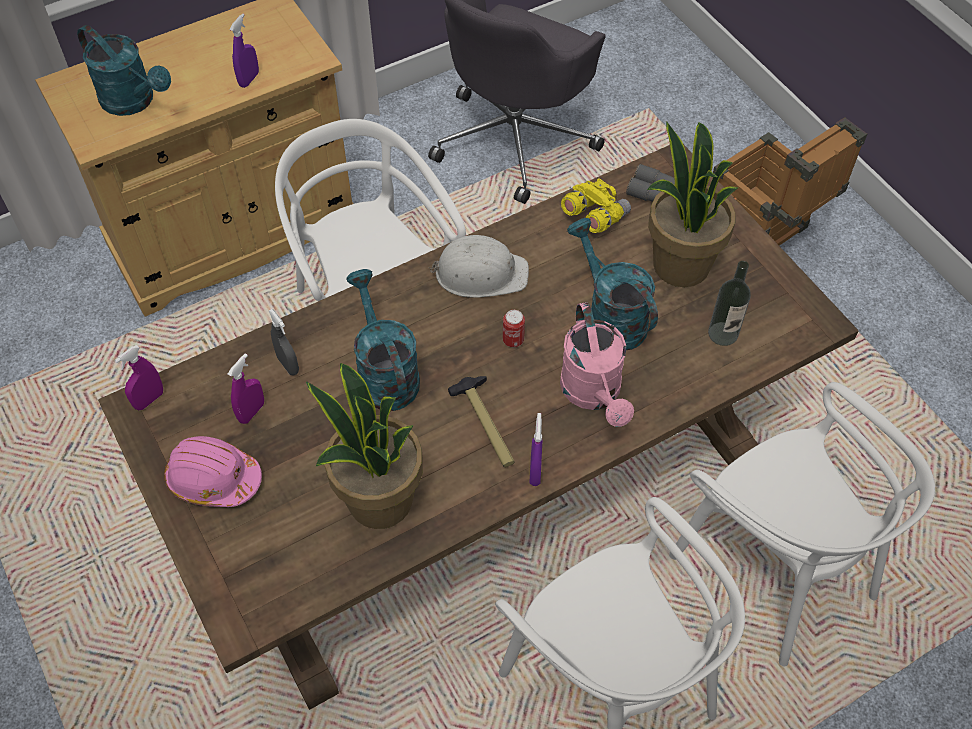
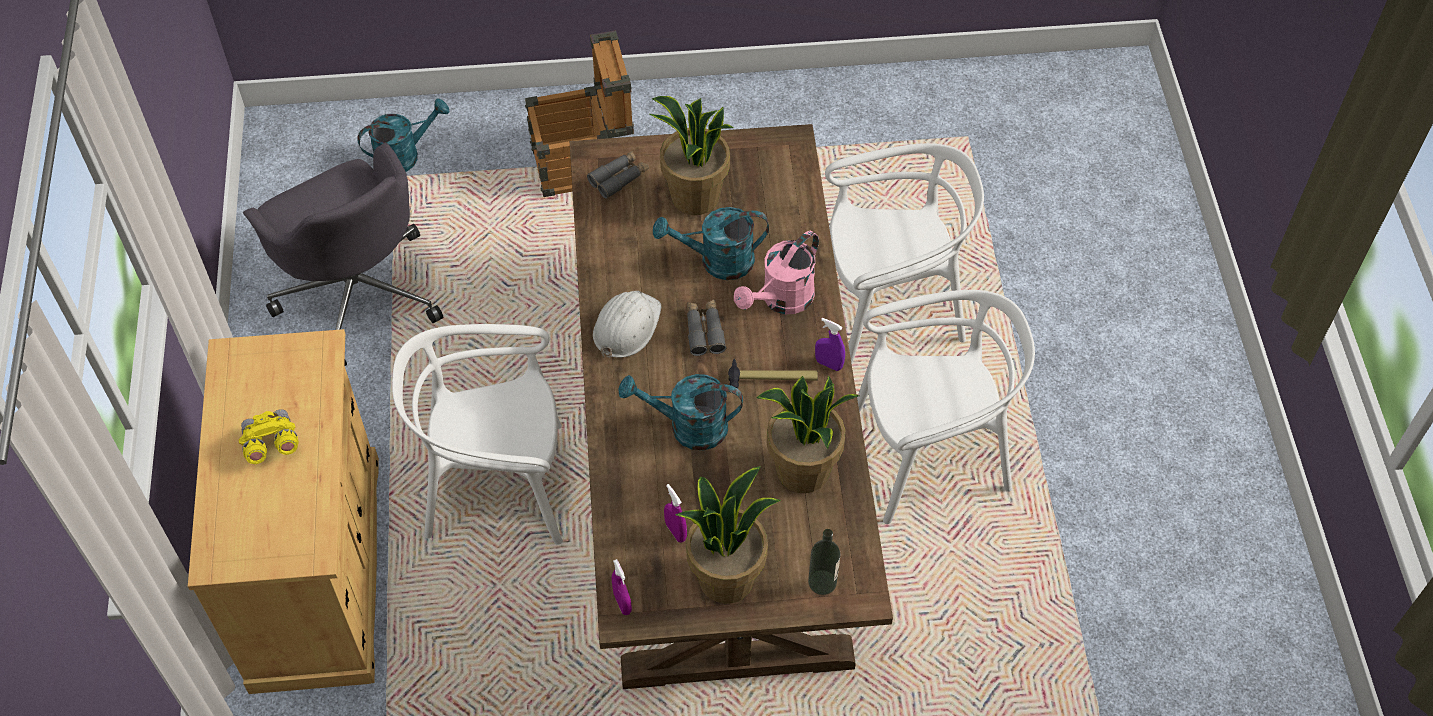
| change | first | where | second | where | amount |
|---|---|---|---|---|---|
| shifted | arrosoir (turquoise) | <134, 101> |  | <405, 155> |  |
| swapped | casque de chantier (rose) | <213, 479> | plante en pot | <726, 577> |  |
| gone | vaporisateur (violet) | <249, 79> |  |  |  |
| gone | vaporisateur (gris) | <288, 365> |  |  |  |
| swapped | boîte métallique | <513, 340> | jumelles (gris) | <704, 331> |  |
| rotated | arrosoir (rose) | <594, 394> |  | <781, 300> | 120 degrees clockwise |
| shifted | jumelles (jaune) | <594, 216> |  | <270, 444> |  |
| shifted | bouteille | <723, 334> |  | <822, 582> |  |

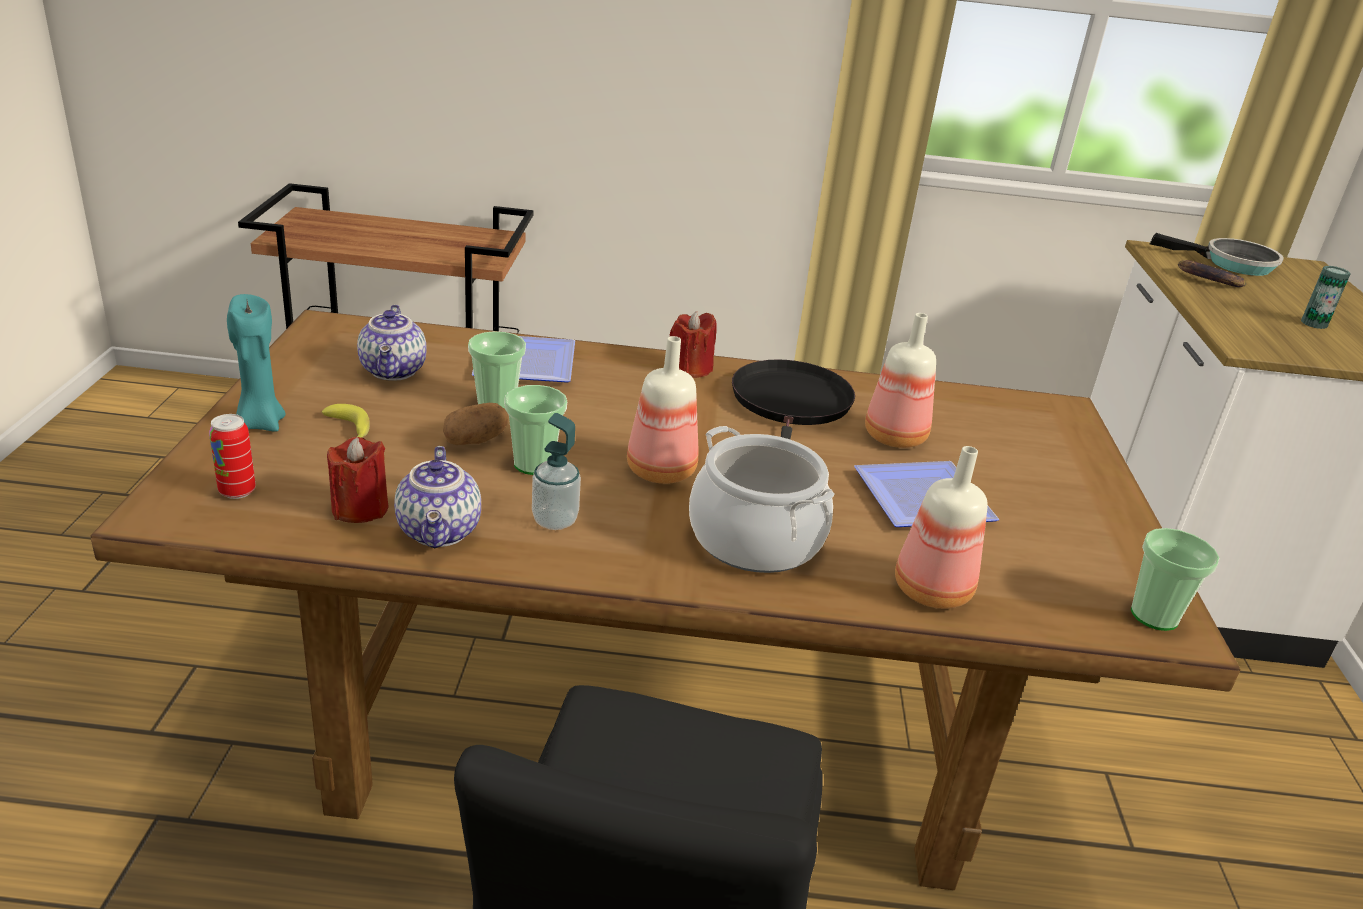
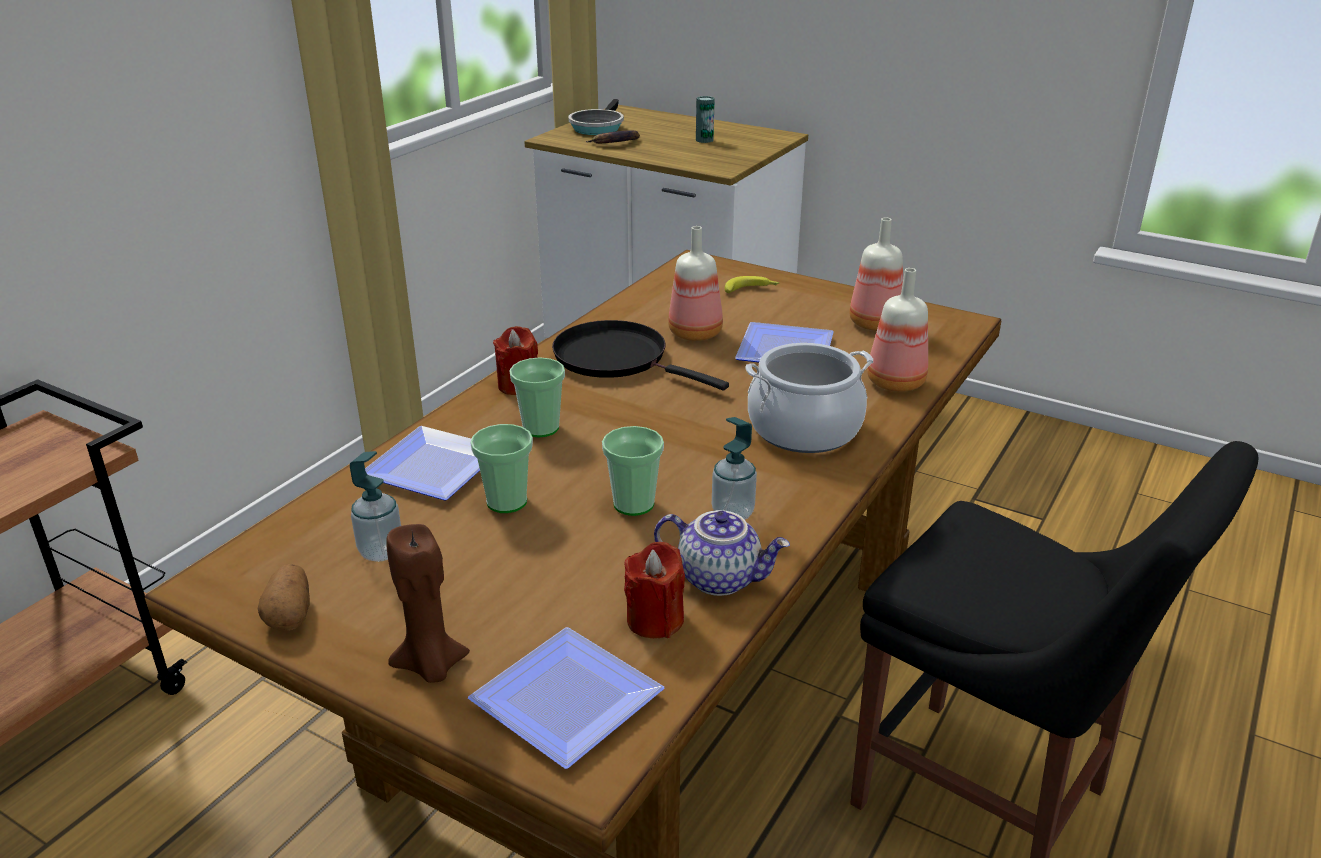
| change | first | where | second | where | amount |
|---|---|---|---|---|---|
| swapped | boîte métallique | <237, 491> | assiette | <574, 700> |  |
| repainted | bougie (turquoise) | <260, 423> | bougie (marron) | <431, 666> |  |
| shifted | banane | <350, 430> |  | <751, 290> |  |
| swapped | théière | <395, 371> | distributeur de savon | <381, 551> |  |
| shifted | pomme de terre | <475, 440> |  | <290, 614> |  |
| shifted | bouteille | <661, 472> |  | <877, 324> |  |
| shifted | tasse | <1154, 616> |  | <540, 428> |  |
| rotated | poêle | <1232, 264> |  | <597, 127> | 150 degrees clockwise |

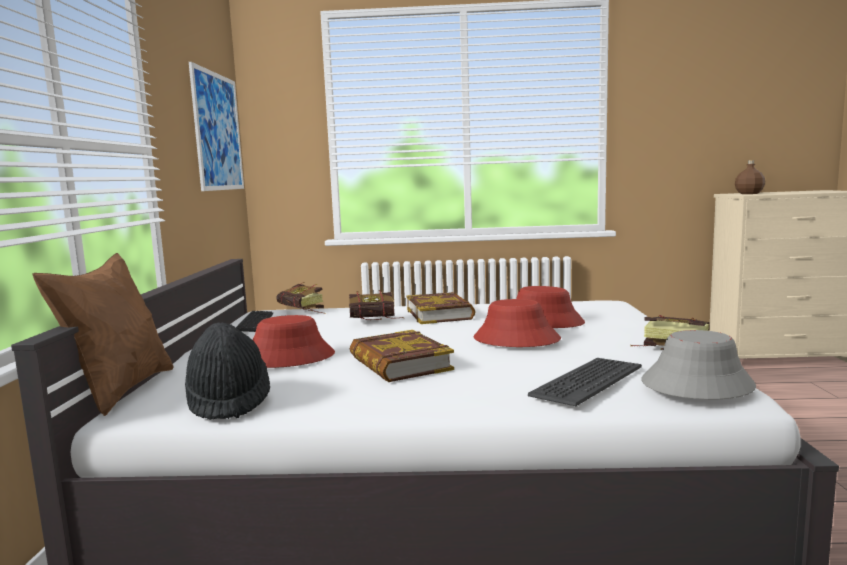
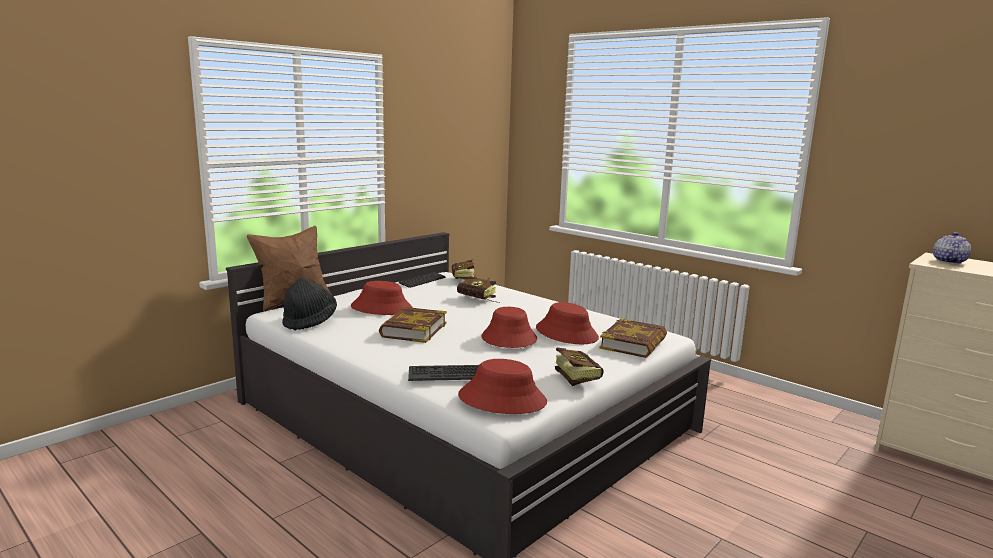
| change | first | where | second | where | amount |
|---|---|---|---|---|---|
| gone | tableau | <218, 132> |  |  |  |
| shifted | livre | <440, 314> |  | <633, 344> |  |
| repainted | chapeau (gris) | <697, 384> | chapeau (rouge) | <502, 399> |  |
| swapped | bouteille (marron) | <749, 193> | théière | <948, 261> |  |

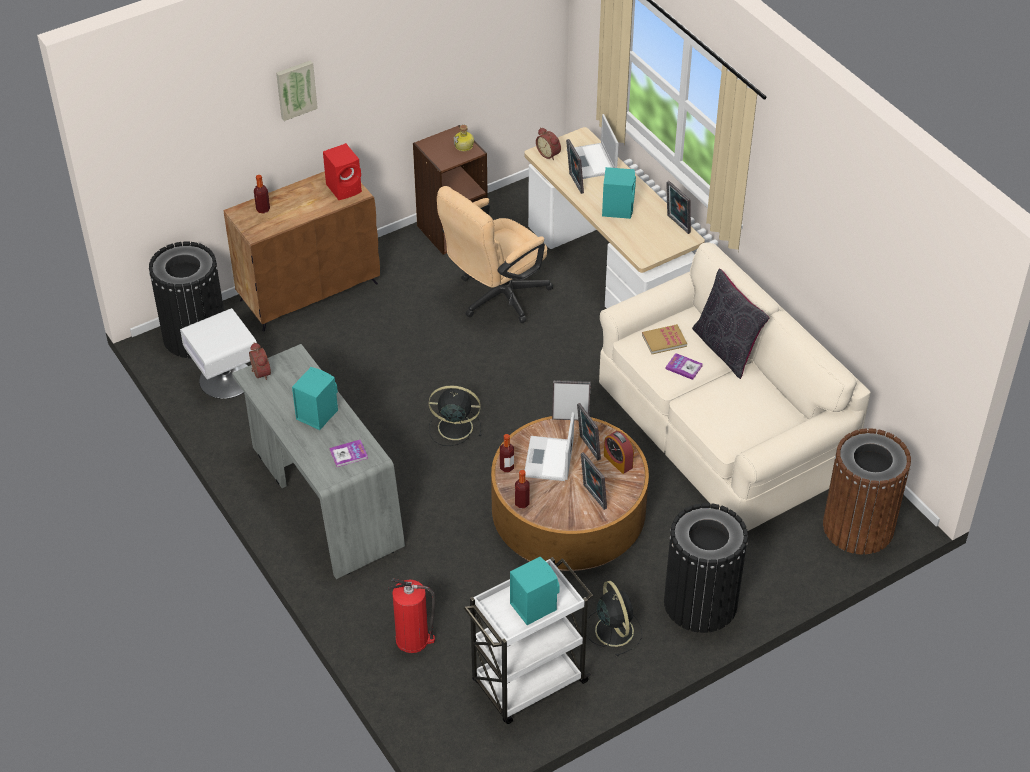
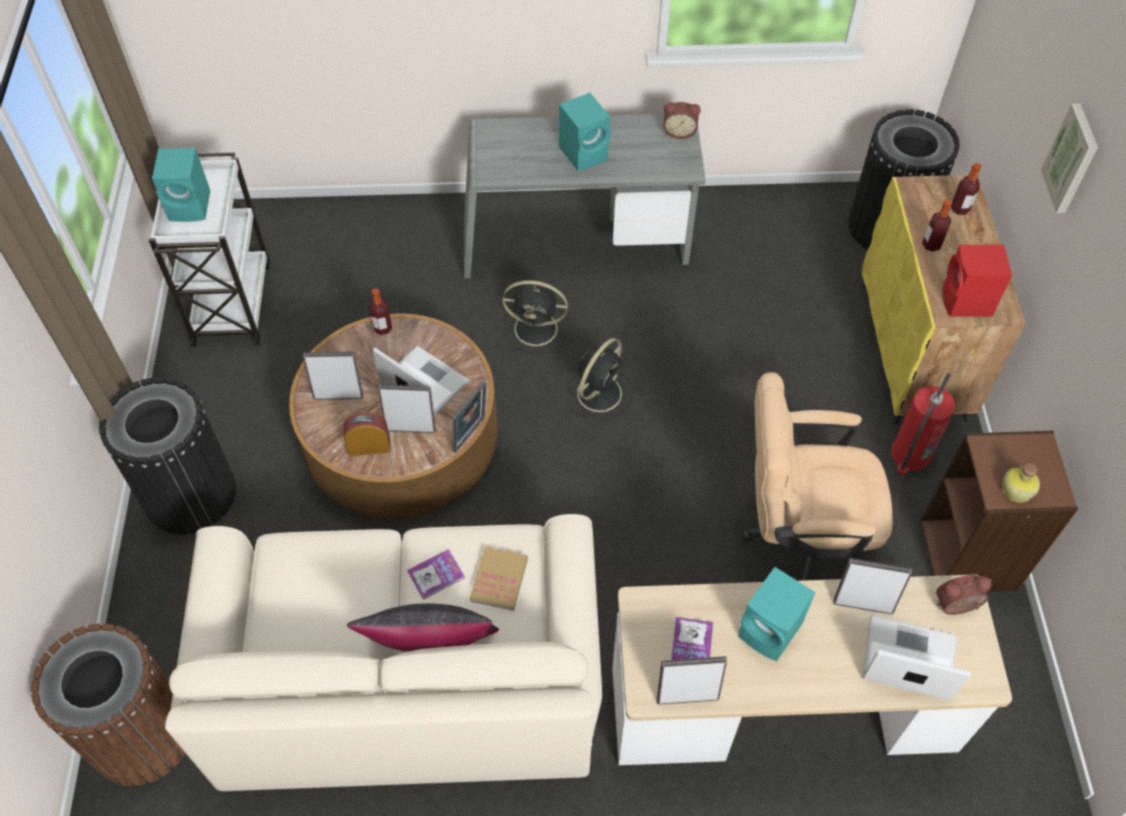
| change | first | where | second | where | amount |
|---|---|---|---|---|---|
| gone | table de chevet (blanc) | <225, 379> |  |  |  |
| repainted | meuble de rangement (marron) | <309, 291> | meuble de rangement (jaune) | <914, 351> |  |
| shifted | livre | <348, 454> |  | <691, 644> |  |
| shifted | extincteur | <413, 640> |  | <909, 455> |  |
| rotated | chaise de bureau (beige) | <496, 298> |  | <800, 539> | 75 degrees counterclockwise |
| shifted | bouteille | <506, 467> |  | <931, 245> |  |
| shifted | ventilateur (noir) | <613, 629> |  | <538, 329> |  |

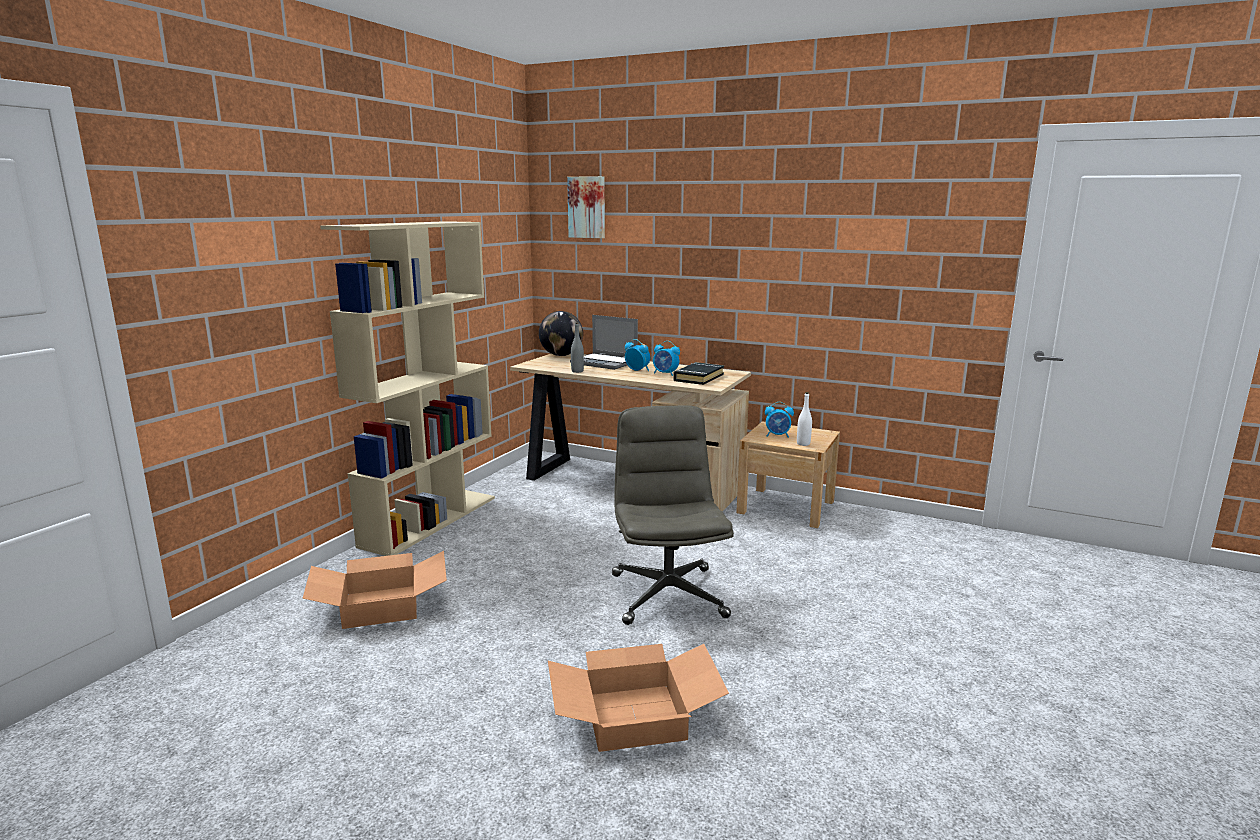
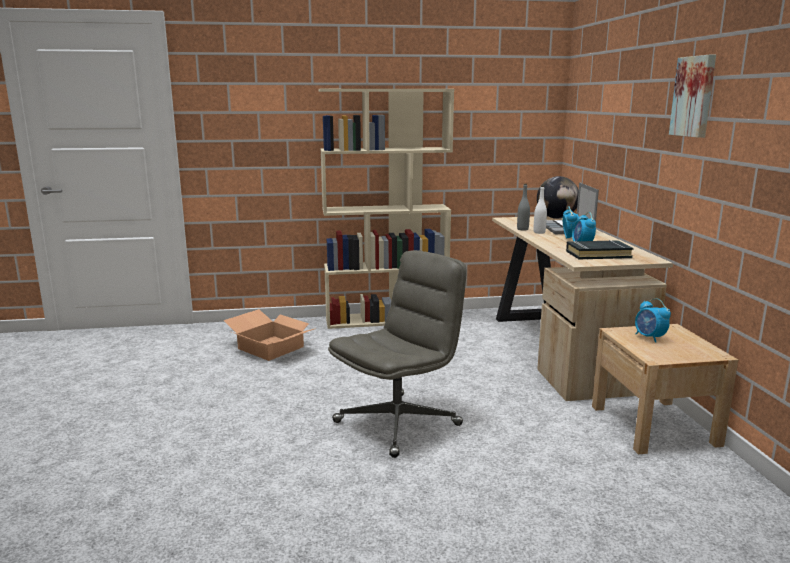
| change | first | where | second | where | amount |
|---|---|---|---|---|---|
| gone | carton | <636, 715> |  |  |  |
| shifted | tableau | <587, 207> |  | <694, 96> |  |
| shifted | bouteille (blanc) | <803, 444> |  | <539, 232> |  |

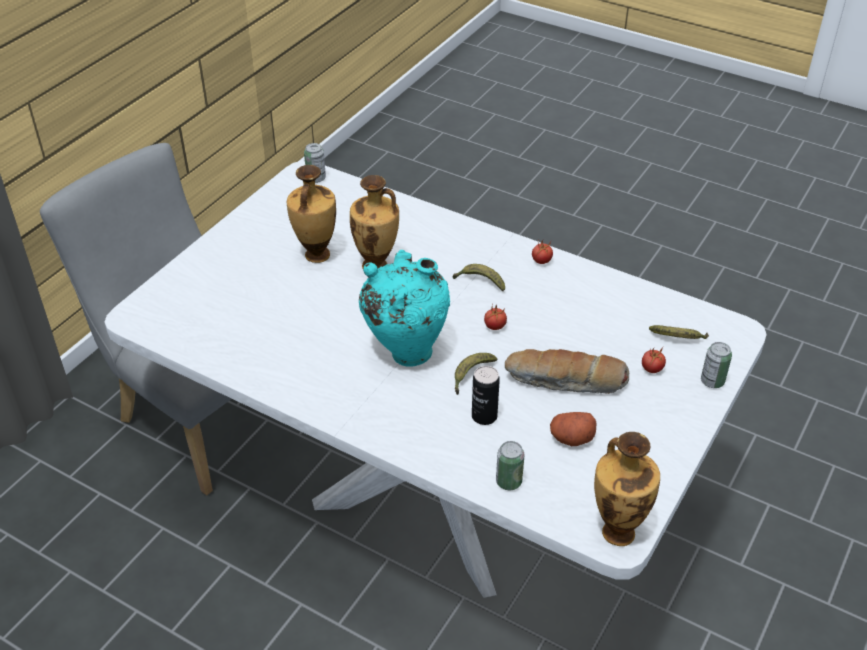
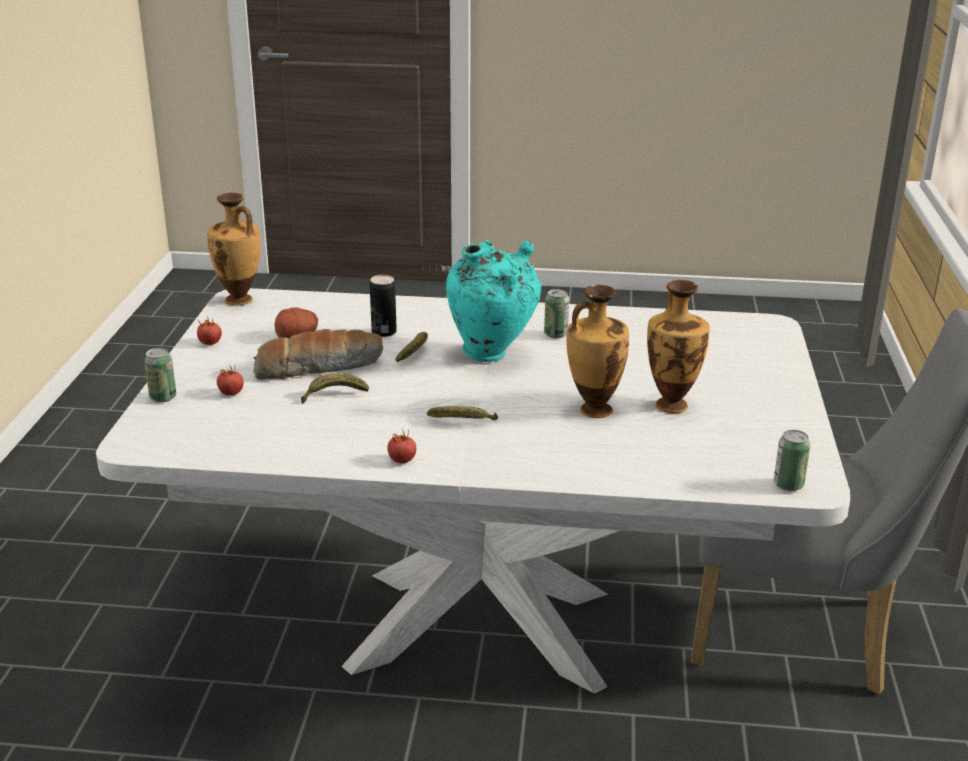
| change | first | where | second | where | amount |
|---|---|---|---|---|---|
| shifted | tomate | <494, 327> |  | <210, 343> |  |
| shifted | boîte métallique | <508, 482> |  | <556, 334> |  |
| shifted | banane | <678, 339> |  | <333, 395> |  |

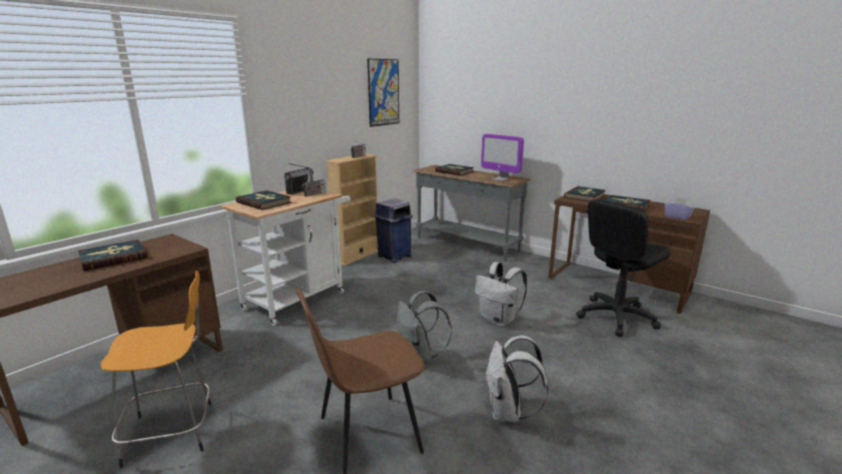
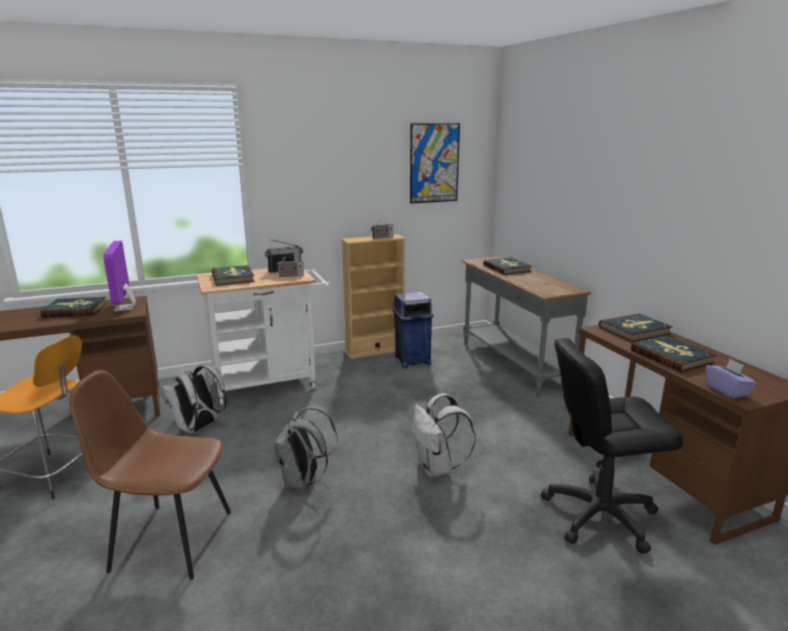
| change | first | where | second | where | amount |
|---|---|---|---|---|---|
| shifted | écran d'ordinateur | <500, 179> |  | <125, 308> |  |
| shifted | sac à dos (blanc) | <508, 413> |  | <198, 428> |  |

